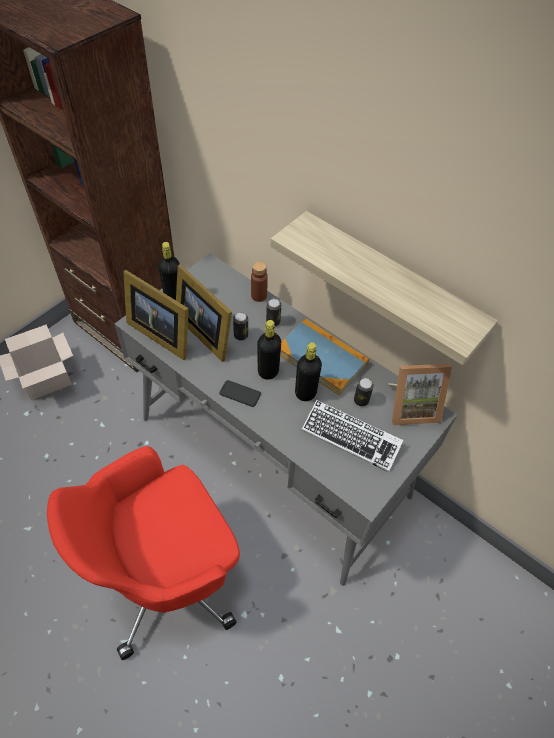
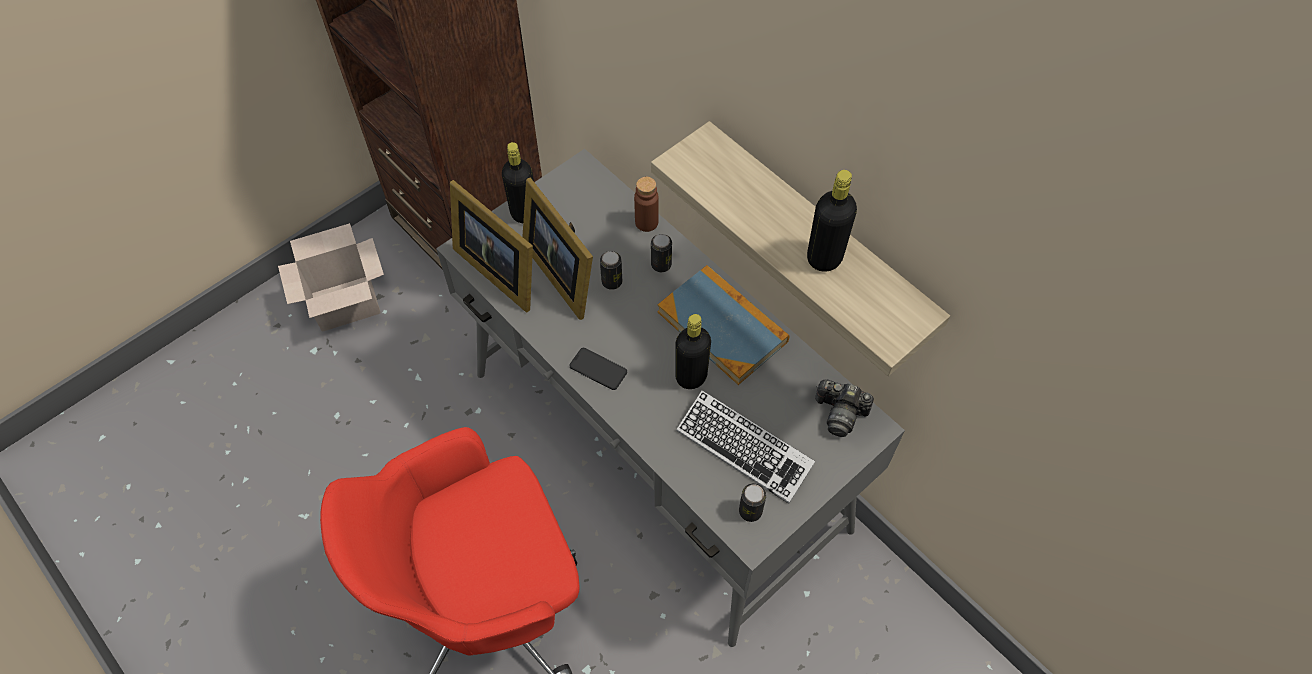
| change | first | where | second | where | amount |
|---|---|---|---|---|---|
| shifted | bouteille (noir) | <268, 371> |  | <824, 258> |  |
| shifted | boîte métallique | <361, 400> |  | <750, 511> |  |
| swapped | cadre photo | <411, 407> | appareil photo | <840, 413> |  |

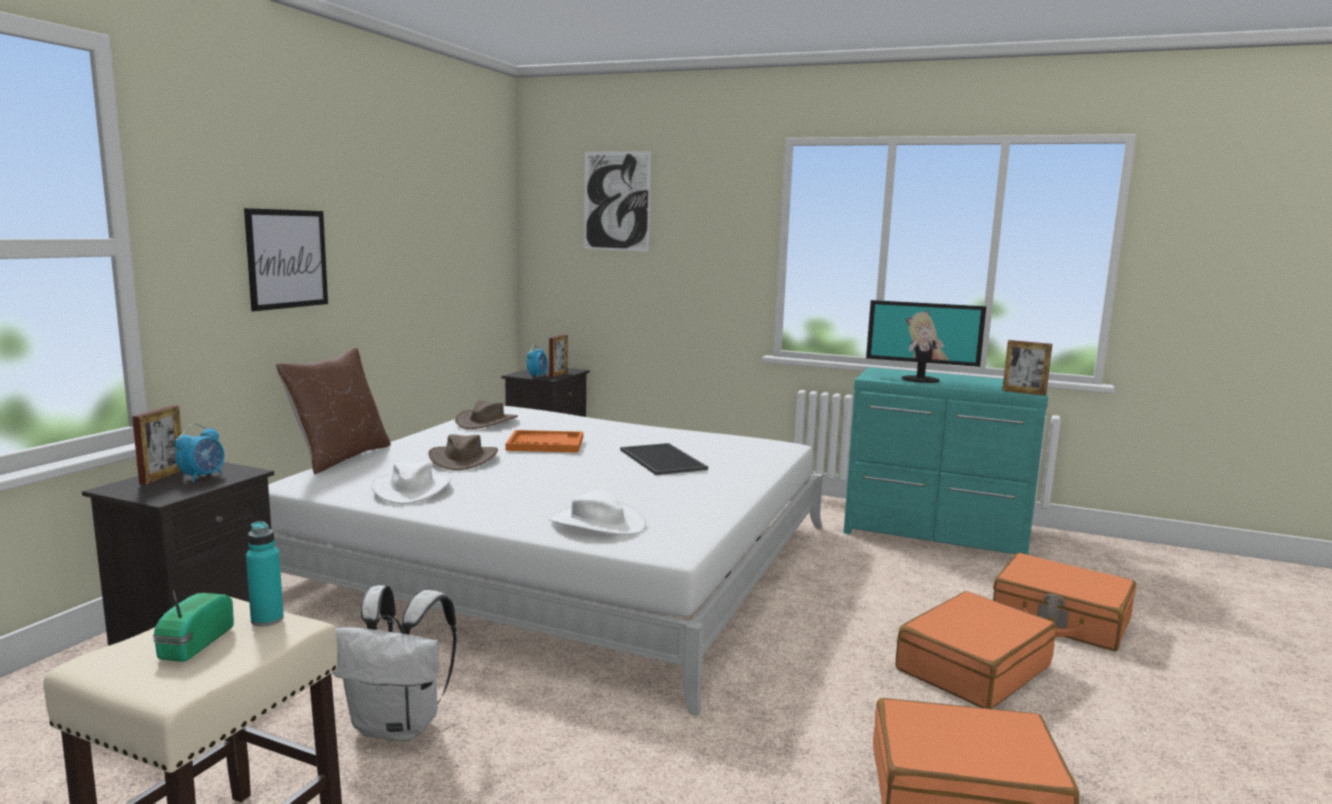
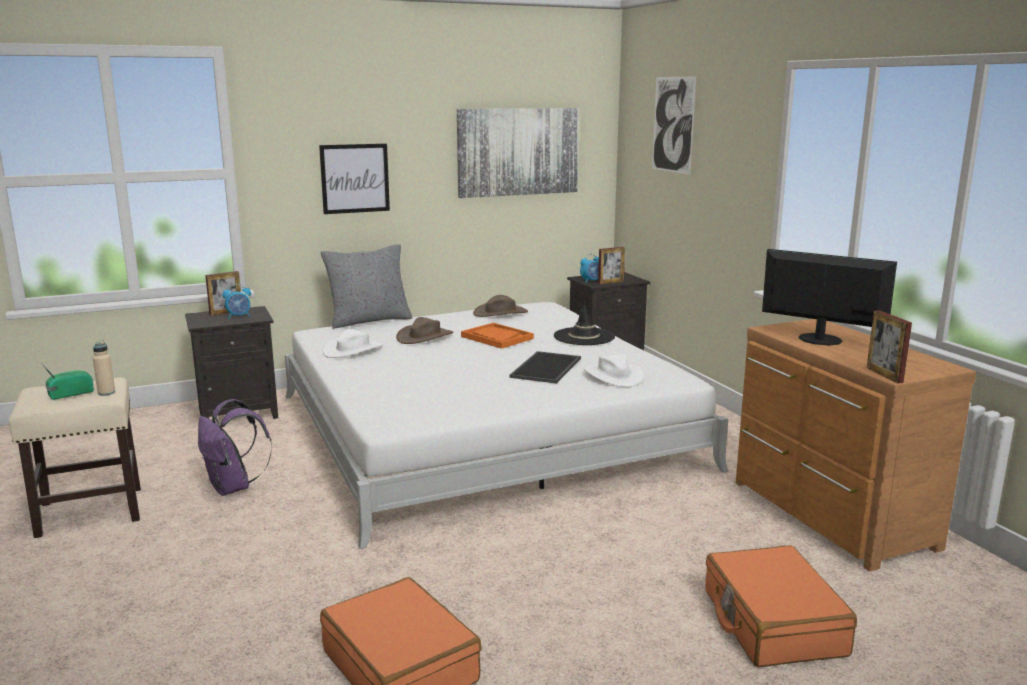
| change | first | where | second | where | amount |
|---|---|---|---|---|---|
| repainted | bouteille (turquoise) | <267, 619> | bouteille (beige) | <106, 393> |  |
| repainted | coussin (marron) | <339, 457> | coussin (gris) | <369, 320> |  |
| repainted | sac à dos (blanc) | <399, 726> | sac à dos (violet) | <233, 487> |  |
| shifted | chapeau (blanc) | <597, 523> |  | <614, 376> |  |
| repainted | commode (turquoise) | <936, 535> | commode (marron) | <828, 515> |  |
| rotated | écran d'ordinateur | <920, 379> |  | <819, 340> | 150 degrees clockwise |
| gone | valise (orange) | <972, 667> |  |  |  |
| new |  |  | tableau | <518, 152> |  |
| new |  |  | chapeau (noir) | <584, 337> |  |

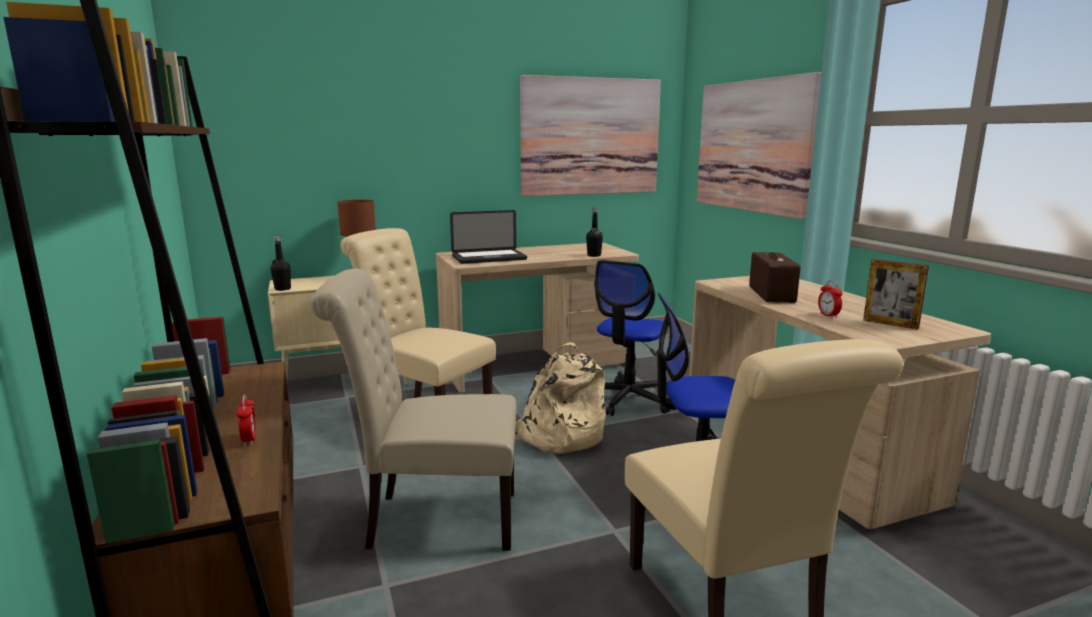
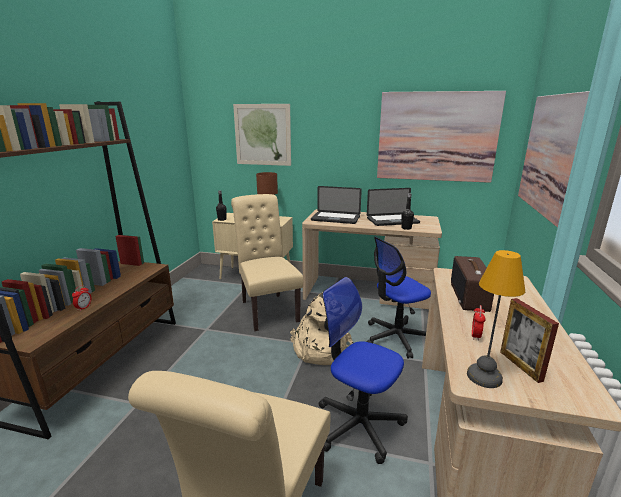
| change | first | where | second | where | amount |
|---|---|---|---|---|---|
| gone | chaise (beige) | <433, 520> |  |  |  |
| rotated | radio | <770, 294> |  | <470, 297> | 150 degrees clockwise |
| new |  |  | tableau | <262, 135> |  |
| new |  |  | ordinateur portable | <392, 221> |  |
| new |  |  | lampe de table | <485, 377> |  |

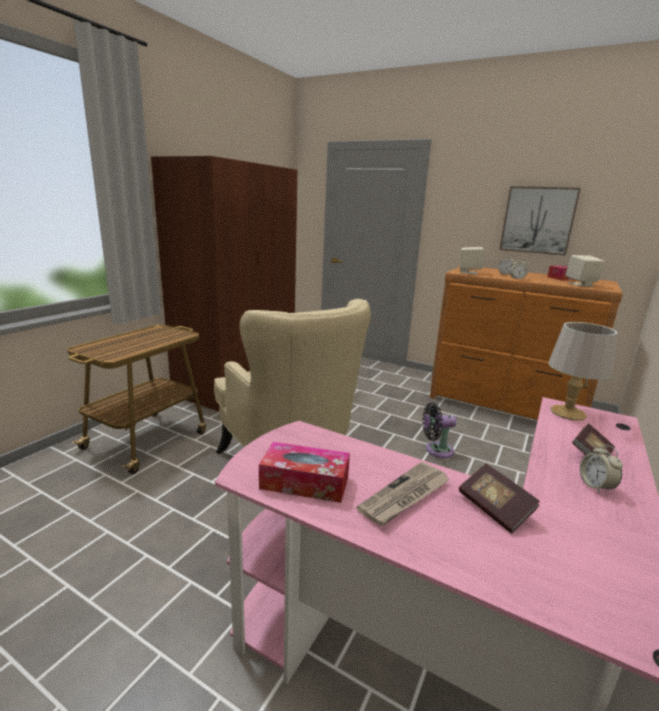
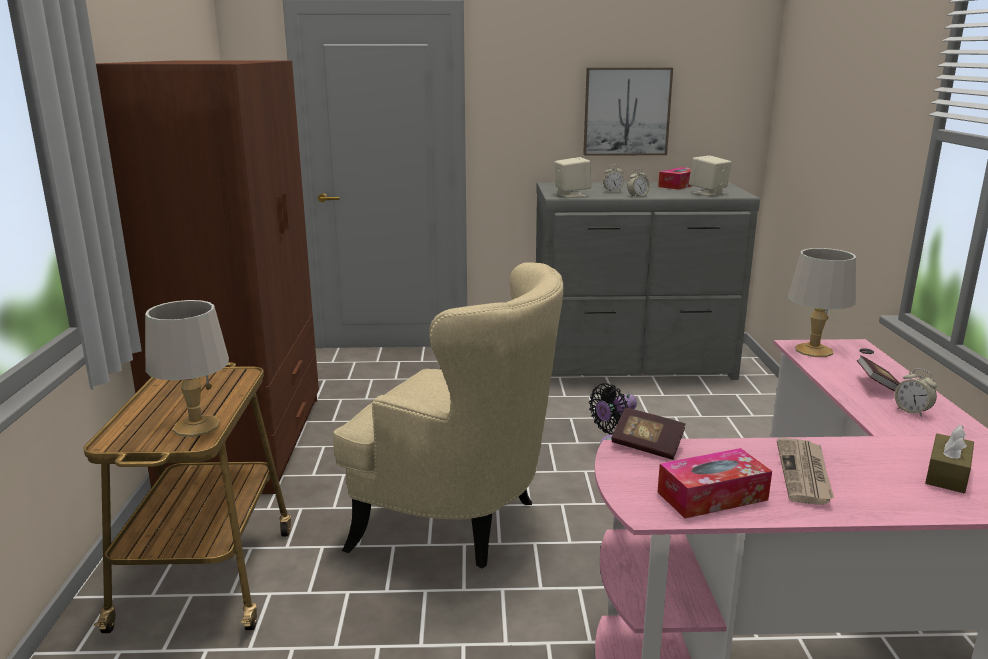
| change | first | where | second | where | amount |
|---|---|---|---|---|---|
| repainted | commode (marron) | <505, 403> | commode (gris) | <633, 364> |  |
| shifted | livre | <494, 508> |  | <647, 446> |  |
| new |  |  | lampe de table (gris) | <195, 426> |  |
| new |  |  | boîte à mouchoirs (marron) | <947, 474> |  |

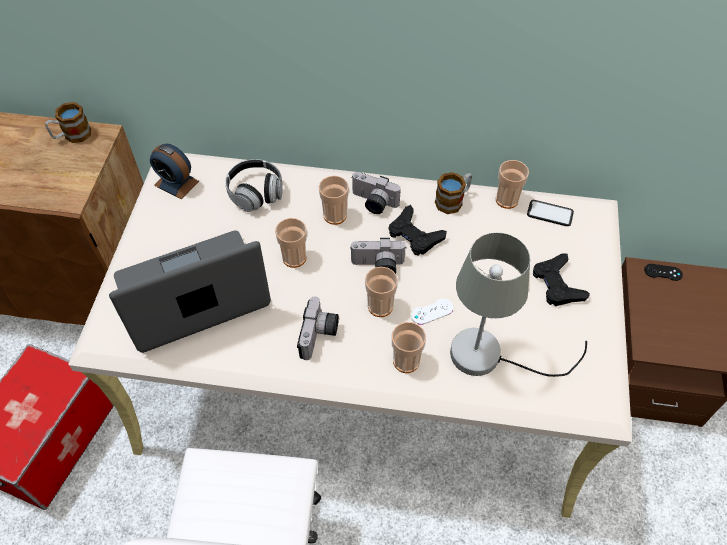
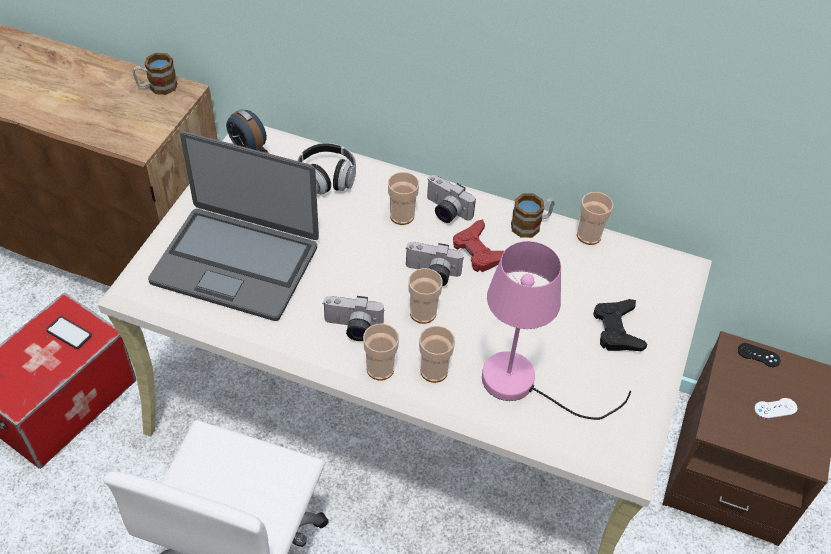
| change | first | where | second | where | amount |
|---|---|---|---|---|---|
| rotated | ordinateur portable | <193, 294> |  | <236, 263> | 150 degrees counterclockwise |
| shifted | tasse | <294, 258> |  | <380, 369> |  |
| rotated | appareil photo | <319, 336> |  | <352, 328> | 75 degrees clockwise |
| repainted | manette (noir) | <414, 235> | manette (rouge) | <479, 251> |  |
| shifted | manette (blanc) | <432, 311> |  | <775, 408> |  |
| repainted | lampe de table (gris) | <491, 356> | lampe de table (rose) | <524, 384> |  |
| shifted | téléphone | <550, 213> |  | <69, 333> |  |

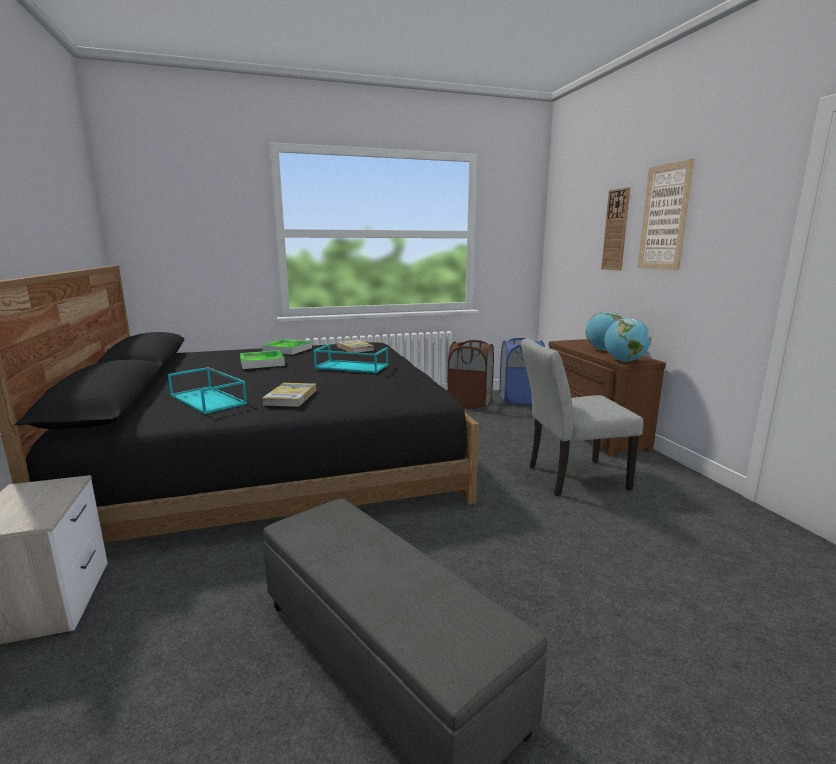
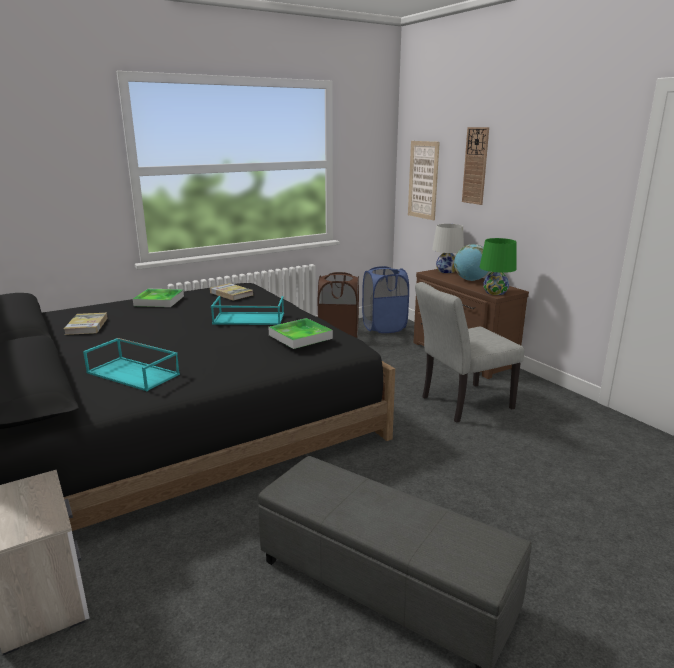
| change | first | where | second | where | amount |
|---|---|---|---|---|---|
| shifted | plateau | <262, 363> |  | <300, 337> |  |
| shifted | livre | <290, 397> |  | <87, 326> |  |
| swapped | globe | <624, 361> | lampe de table (vert) | <495, 292> |  |
| shifted | tableau | <664, 217> |  | <423, 180> |  |
| new |  |  | lampe de table (blanc) | <446, 271> |  |

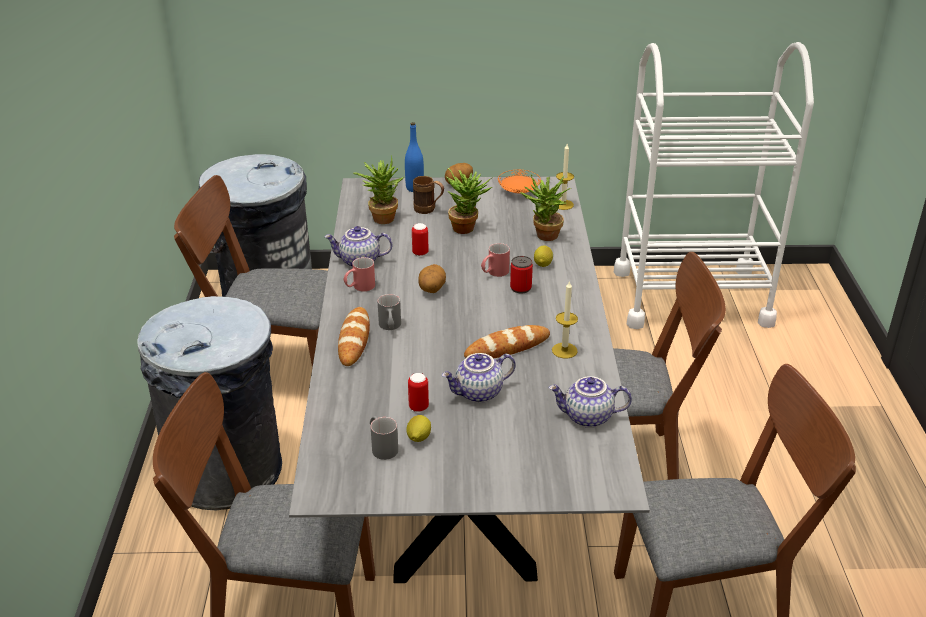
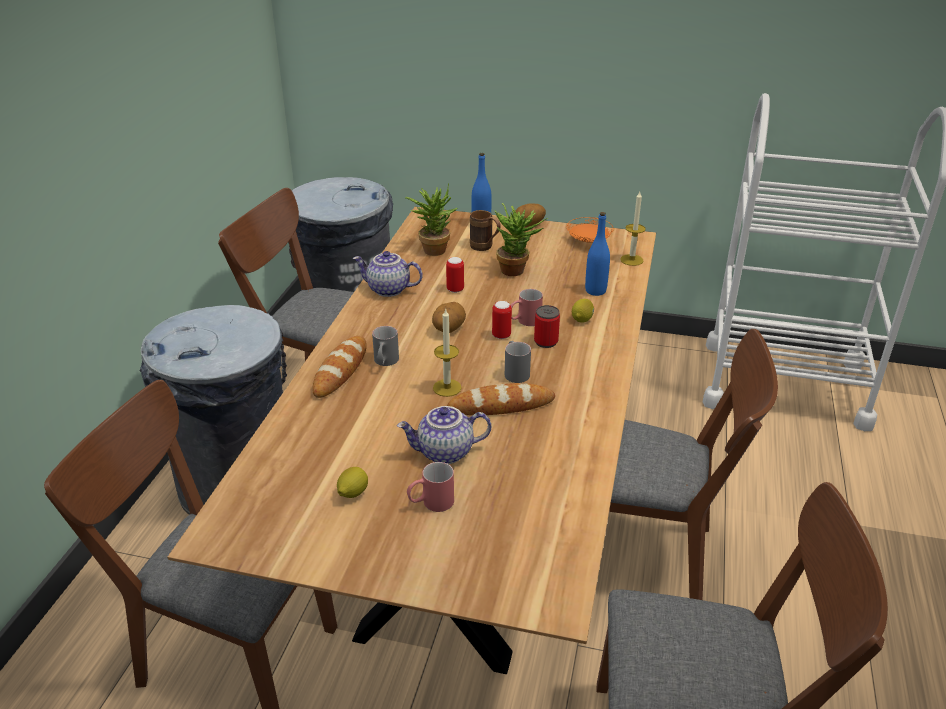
| change | first | where | second | where | amount |
|---|---|---|---|---|---|
| repainted | table à manger (gris) | <463, 468> | table à manger (marron) | <473, 527> |  |
| shifted | mug (rouge) | <359, 288> |  | <431, 503> |  |
| shifted | mug (gris) | <382, 446> |  | <515, 371> |  |
| shifted | boîte métallique | <418, 407> |  | <501, 335> |  |
| swapped | plante en pot | <543, 237> | bouteille (bleu) | <595, 291> |  |
| gone | théière | <587, 418> |  |  |  |
| shifted | bougie | <564, 350> |  | <447, 388> |  |

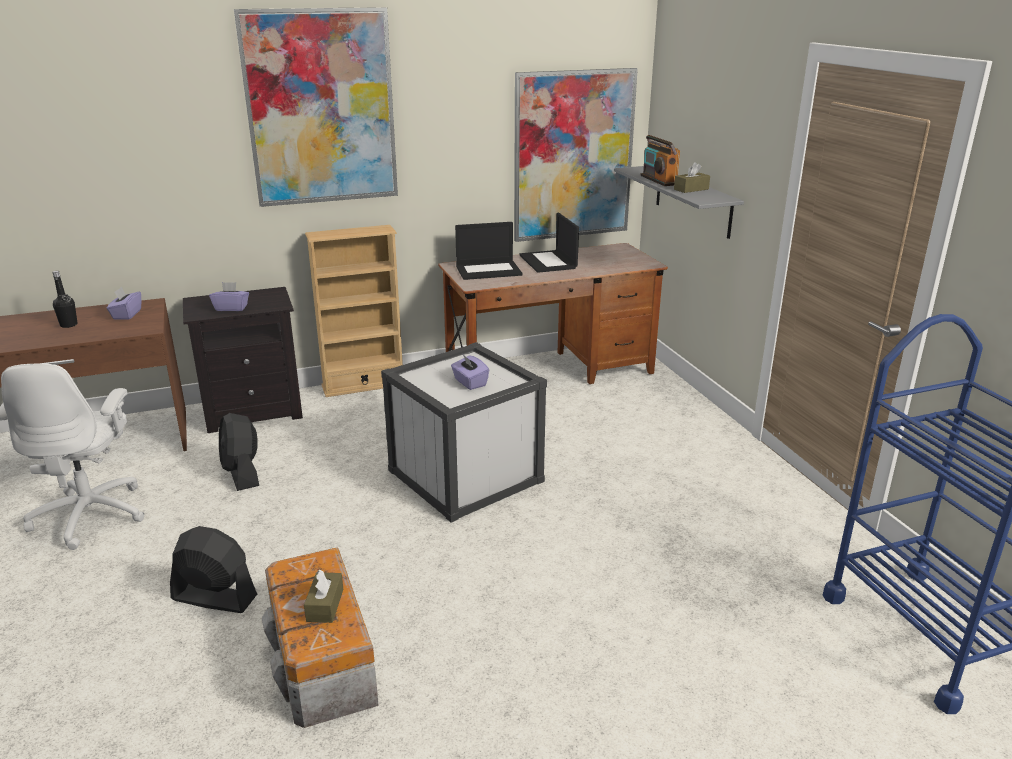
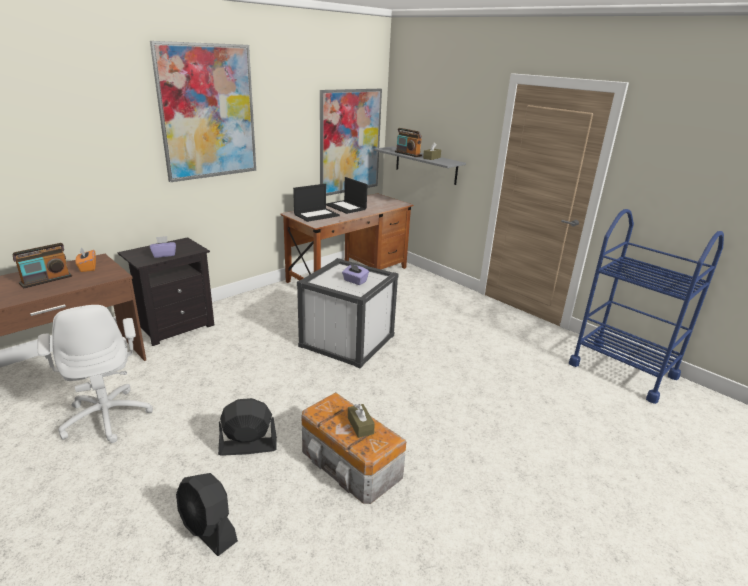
| change | first | where | second | where | amount |
|---|---|---|---|---|---|
| swapped | bouteille (noir) | <69, 325> | radio | <46, 280> |  |
| repainted | boîte à mouchoirs (violet) | <126, 314> | boîte à mouchoirs (orange) | <87, 267> |  |
| shifted | ventilateur (noir) | <242, 473> |  | <208, 529> |  |
| gone | bibliothèque (beige) | <363, 385> |  |  |  |

